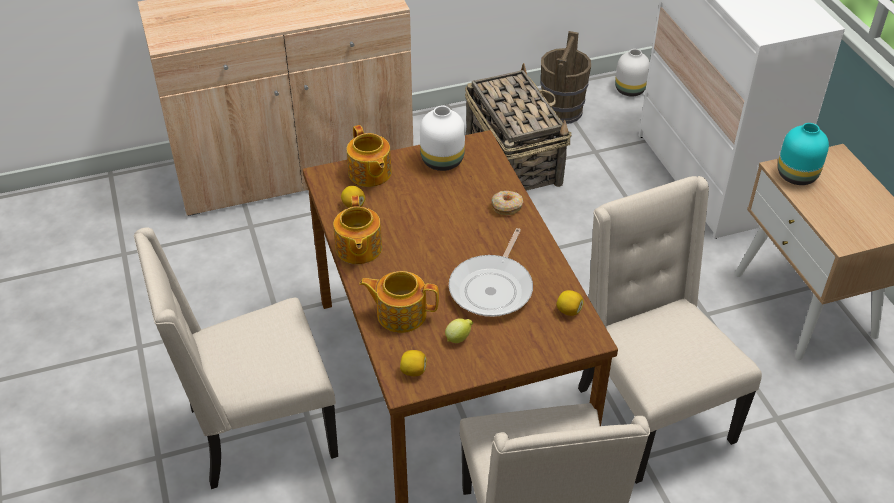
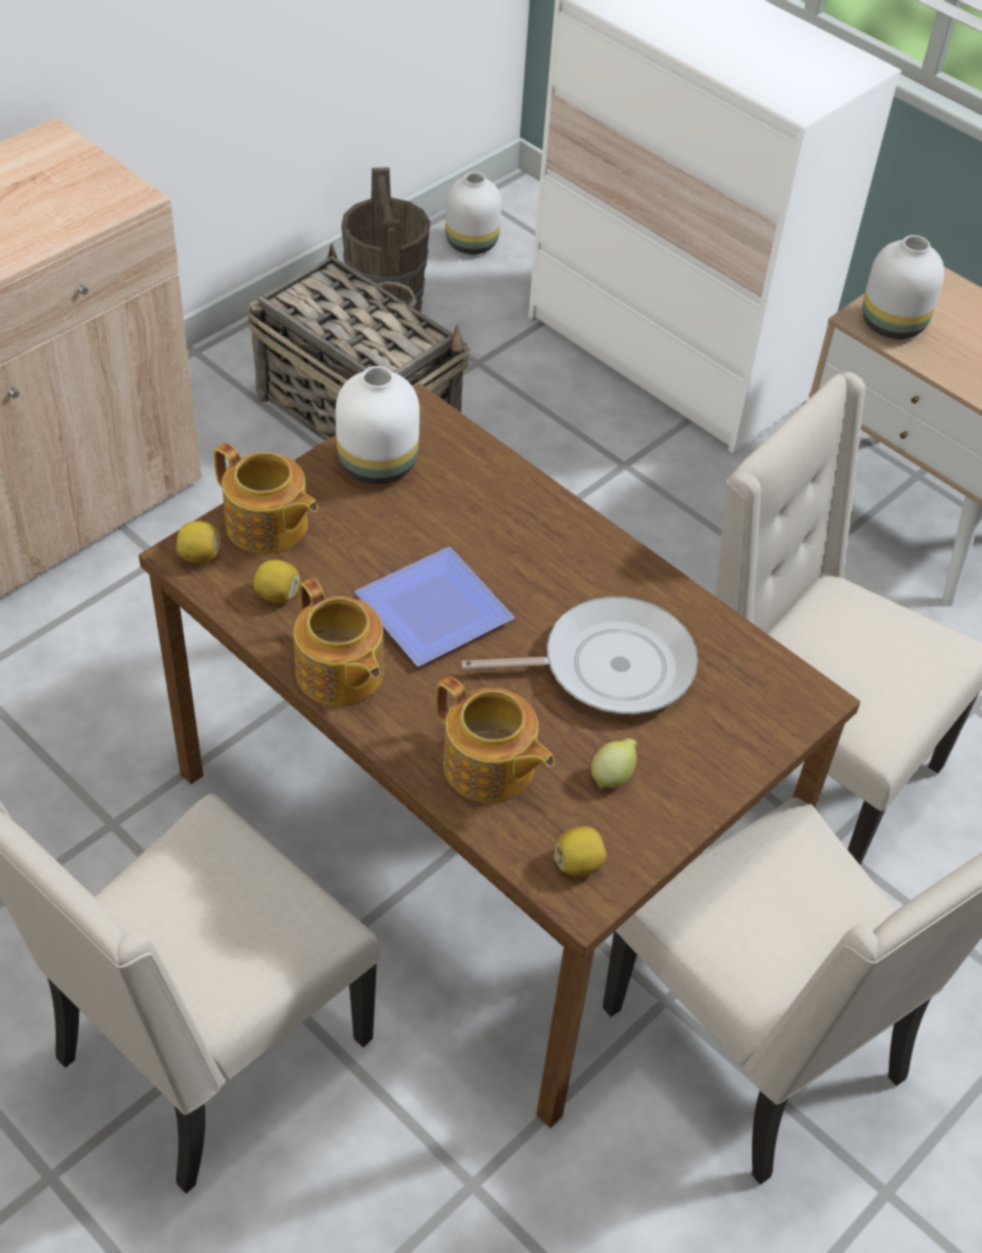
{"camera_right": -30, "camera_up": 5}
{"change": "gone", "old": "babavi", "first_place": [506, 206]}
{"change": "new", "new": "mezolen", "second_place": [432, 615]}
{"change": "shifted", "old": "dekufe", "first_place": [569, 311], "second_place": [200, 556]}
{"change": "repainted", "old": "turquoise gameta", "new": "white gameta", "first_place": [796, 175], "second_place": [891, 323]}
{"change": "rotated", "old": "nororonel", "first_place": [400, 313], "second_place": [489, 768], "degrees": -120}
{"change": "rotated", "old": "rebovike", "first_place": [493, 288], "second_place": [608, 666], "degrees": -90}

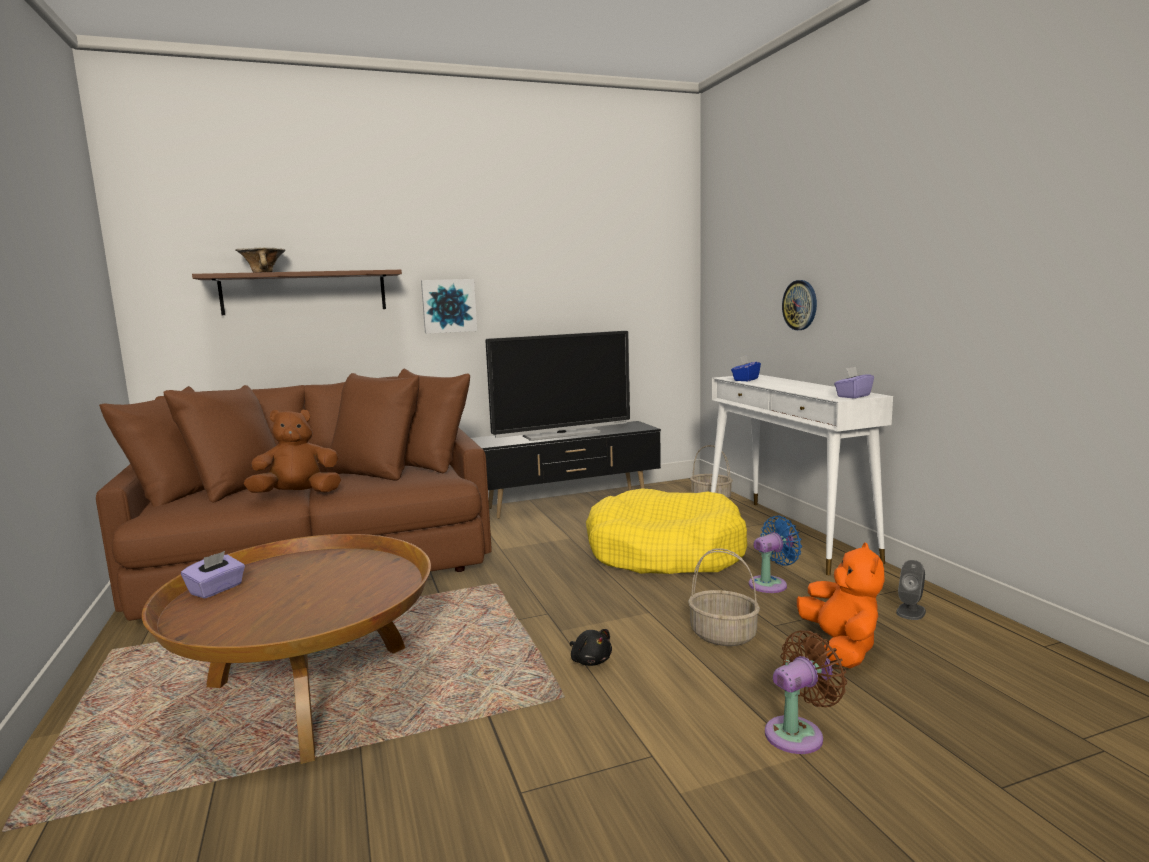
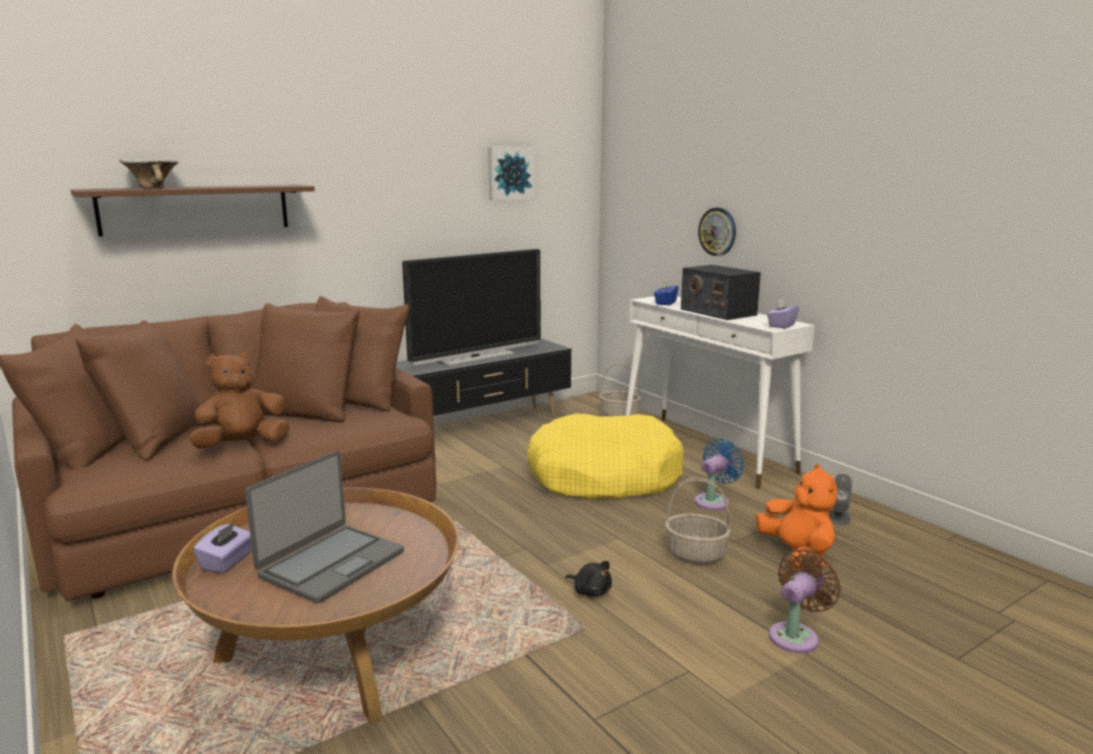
{"camera_right": -15, "camera_up": 5}
{"change": "new", "new": "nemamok", "second_place": [331, 564]}
{"change": "new", "new": "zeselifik", "second_place": [717, 312]}
{"change": "shifted", "old": "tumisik", "first_place": [449, 306], "second_place": [510, 173]}

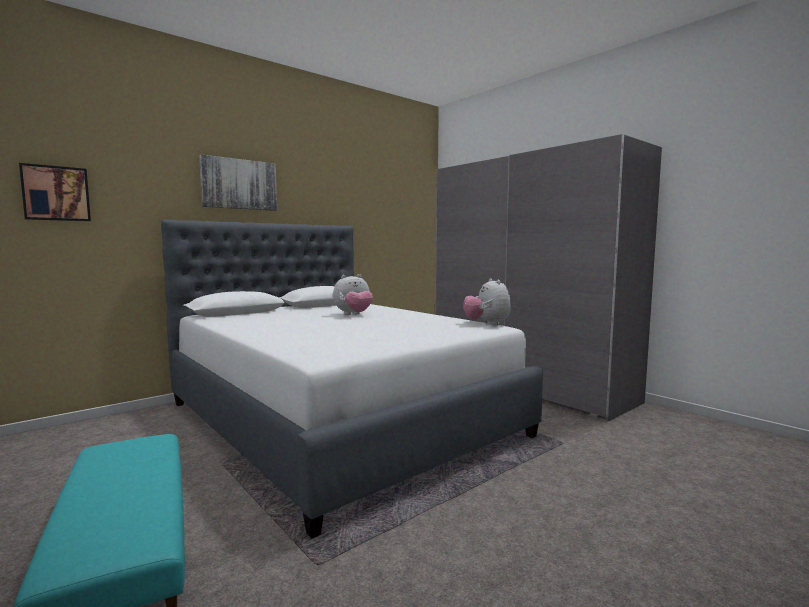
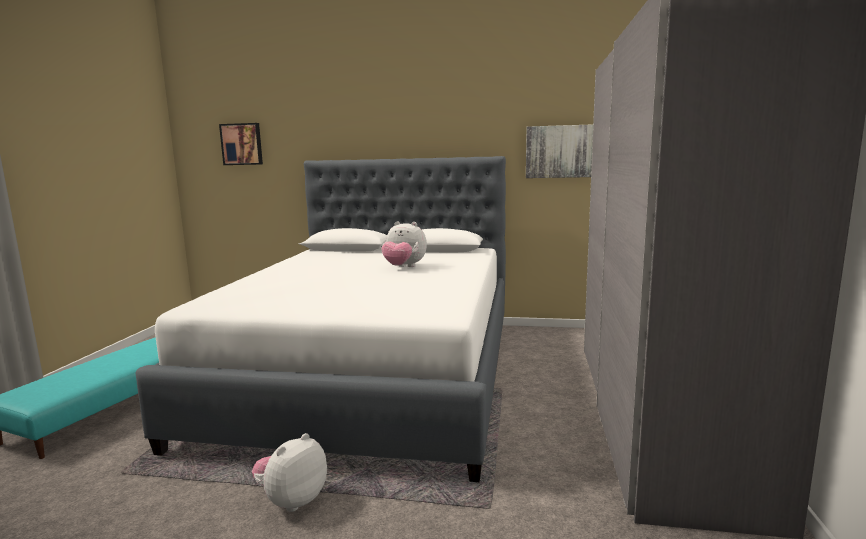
{"camera_right": 50, "camera_up": 5}
{"change": "shifted", "old": "tumisik", "first_place": [239, 184], "second_place": [565, 151]}
{"change": "shifted", "old": "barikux", "first_place": [487, 324], "second_place": [292, 500]}

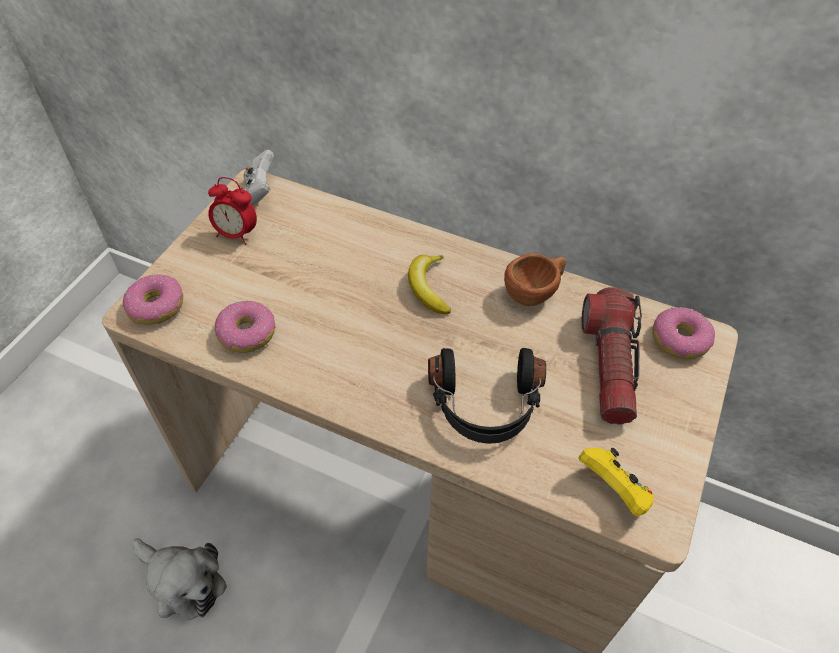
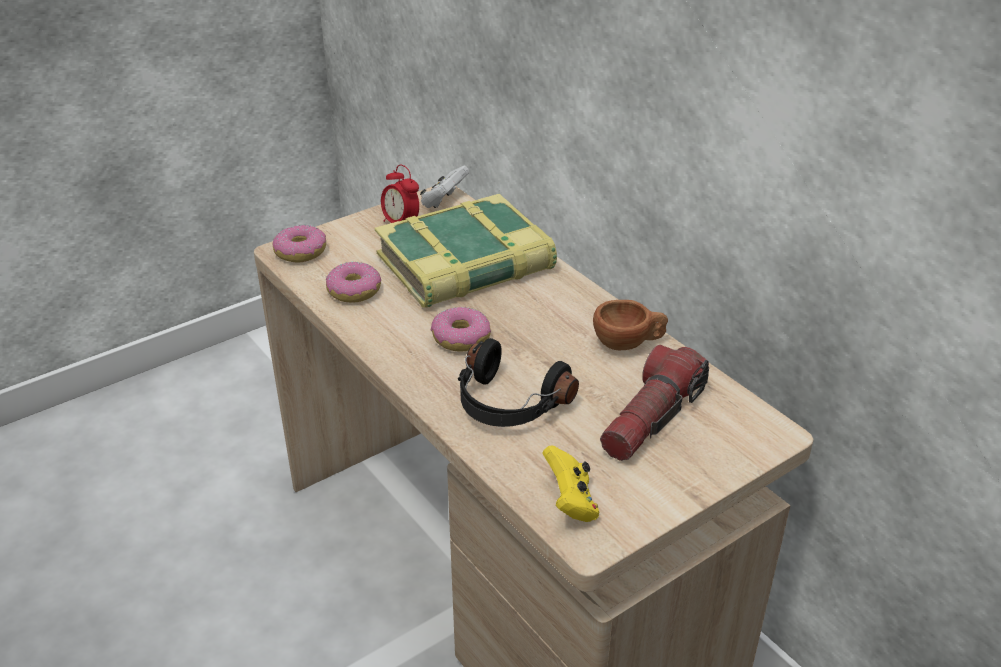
{"camera_right": 30, "camera_up": -15}
{"change": "gone", "old": "barikux", "first_place": [182, 582]}
{"change": "gone", "old": "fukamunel", "first_place": [428, 288]}
{"change": "new", "new": "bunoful", "second_place": [466, 264]}
{"change": "shifted", "old": "babavi", "first_place": [679, 340], "second_place": [460, 338]}

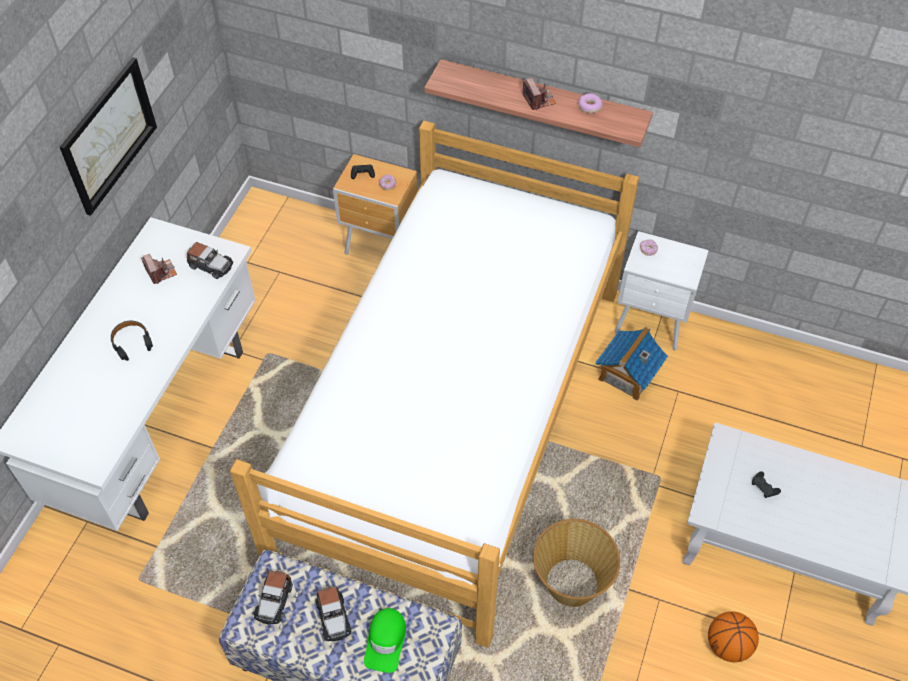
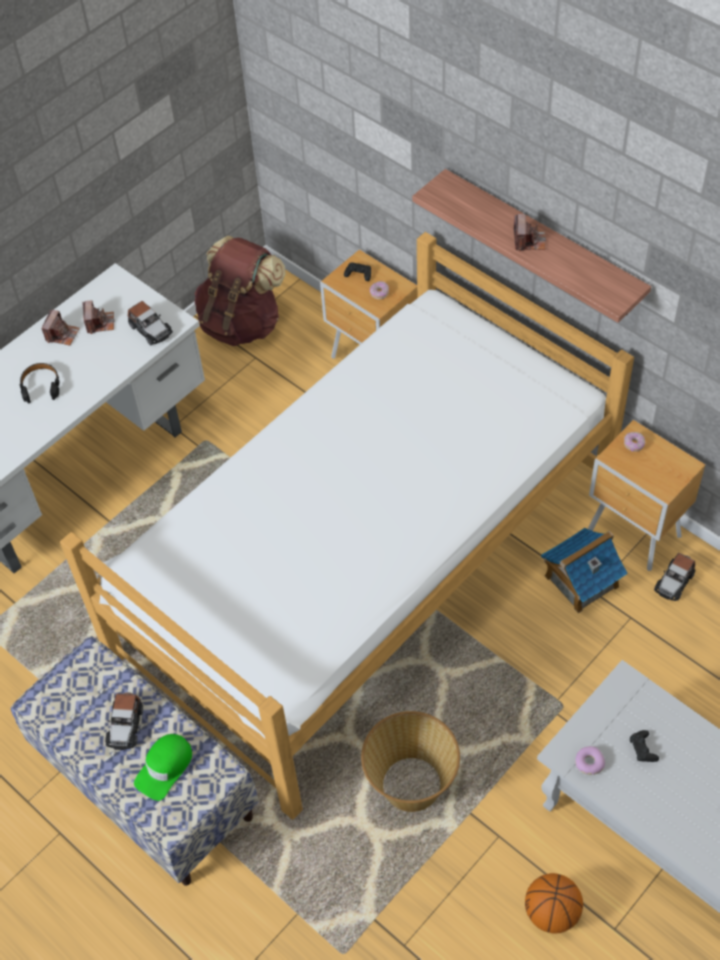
{"camera_right": 25, "camera_up": 0}
{"change": "gone", "old": "tumisik", "first_place": [109, 135]}
{"change": "new", "new": "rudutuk", "second_place": [62, 334]}
{"change": "new", "new": "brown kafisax", "second_place": [242, 323]}
{"change": "shifted", "old": "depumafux", "first_place": [274, 600], "second_place": [674, 582]}
{"change": "shifted", "old": "babavi", "first_place": [589, 107], "second_place": [589, 763]}
{"change": "repainted", "old": "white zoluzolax", "new": "brown zoluzolax", "first_place": [651, 326], "second_place": [635, 535]}

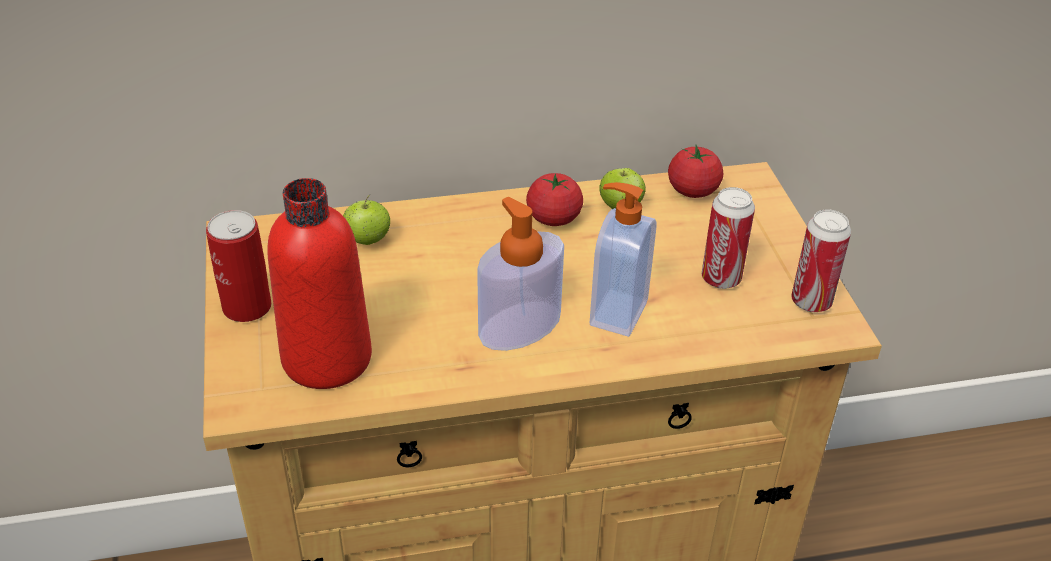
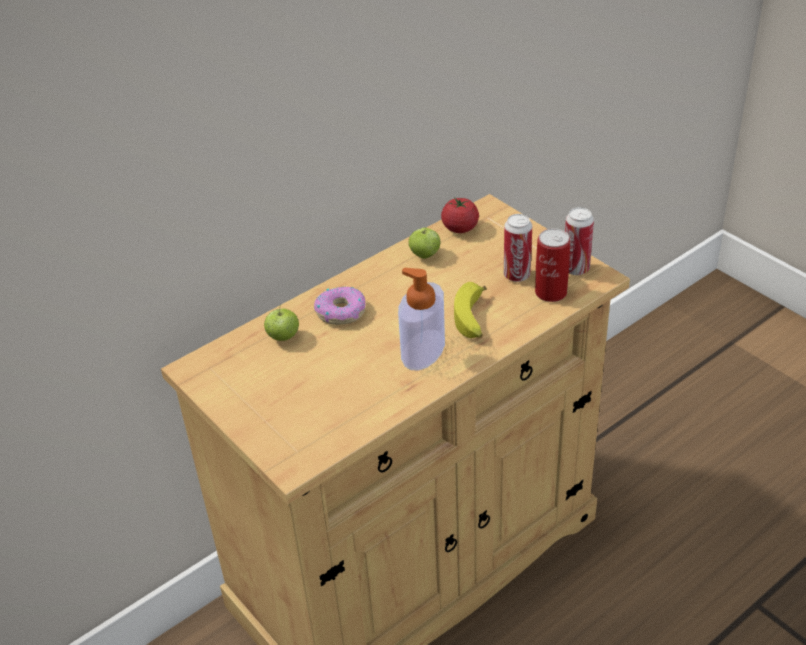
{"camera_right": -25, "camera_up": 0}
{"change": "gone", "old": "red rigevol", "first_place": [327, 358]}
{"change": "gone", "old": "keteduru", "first_place": [554, 218]}
{"change": "new", "new": "babavi", "second_place": [341, 311]}
{"change": "shifted", "old": "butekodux", "first_place": [247, 307], "second_place": [551, 292]}
{"change": "swapped", "old": "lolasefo", "new": "fukamunel", "first_place": [616, 313], "second_place": [473, 319]}

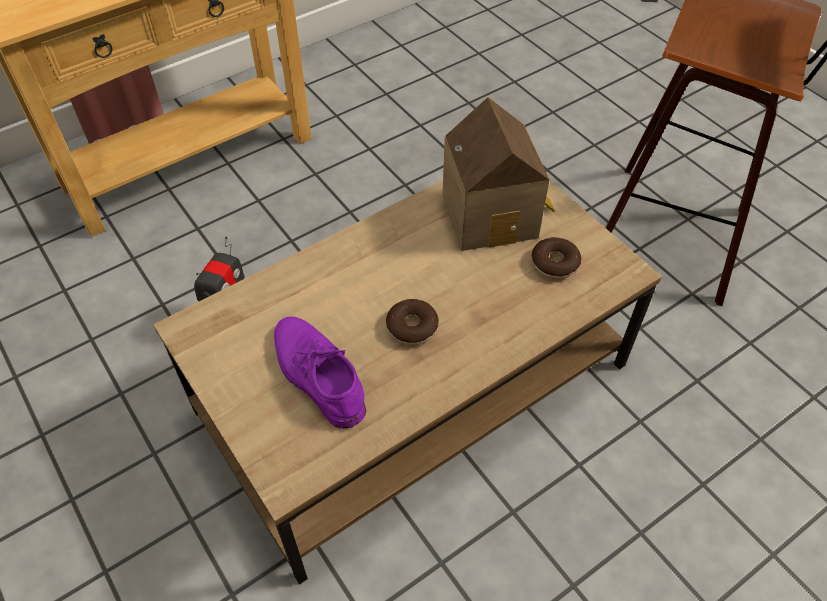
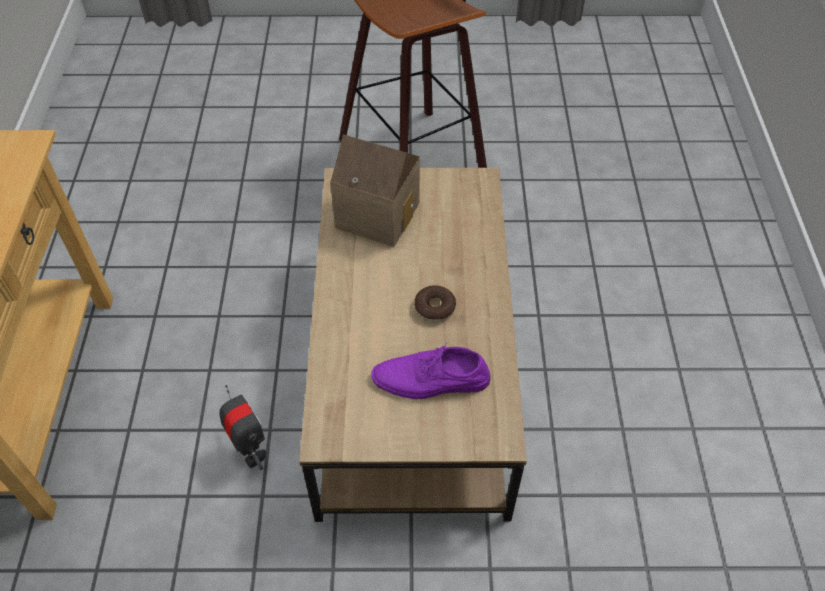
{"camera_right": -55, "camera_up": 0}
{"change": "gone", "old": "babavi", "first_place": [554, 263]}

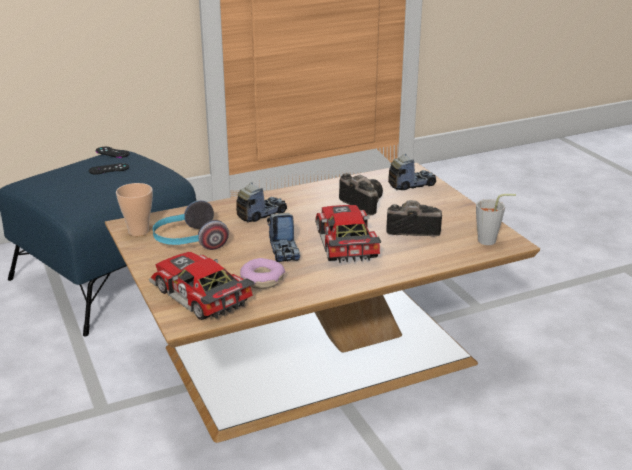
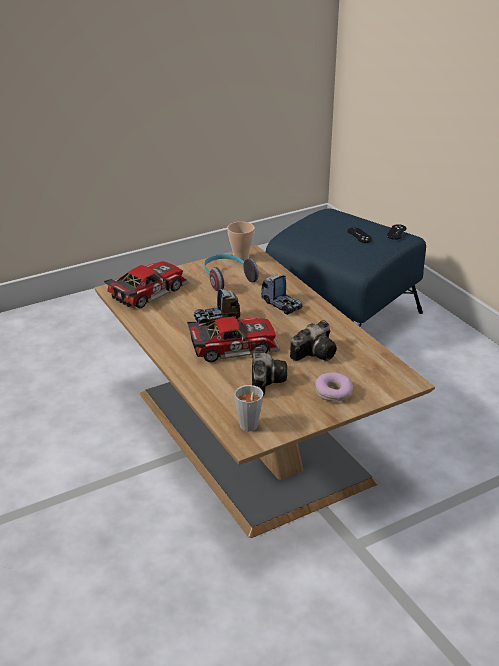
{"camera_right": 85, "camera_up": 5}
{"change": "gone", "old": "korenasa", "first_place": [411, 184]}
{"change": "shifted", "old": "babavi", "first_place": [262, 280], "second_place": [333, 392]}

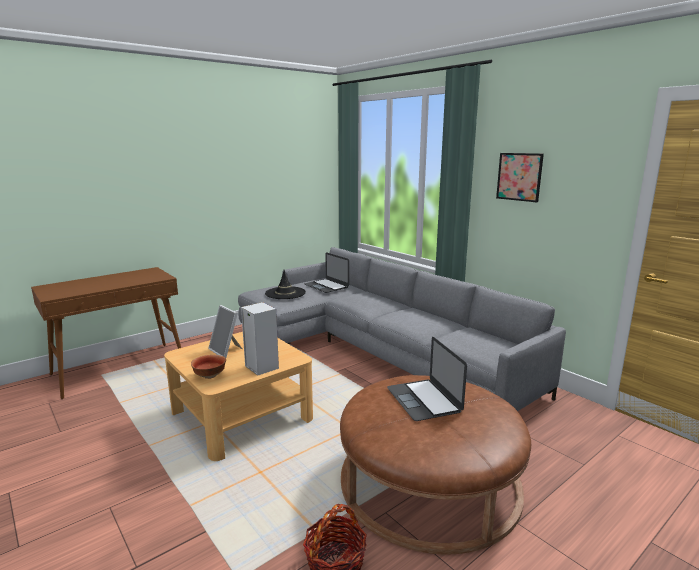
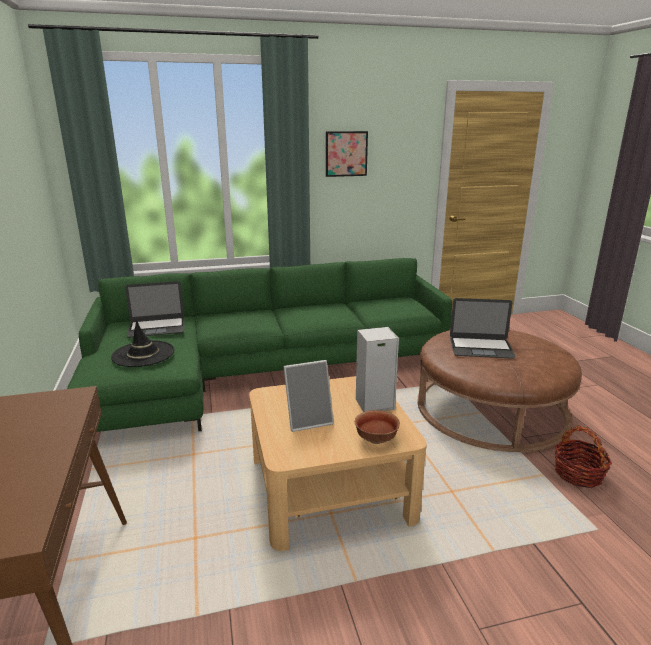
{"camera_right": -65, "camera_up": 5}
{"change": "repainted", "old": "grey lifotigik", "new": "green lifotigik", "first_place": [375, 351], "second_place": [258, 372]}

